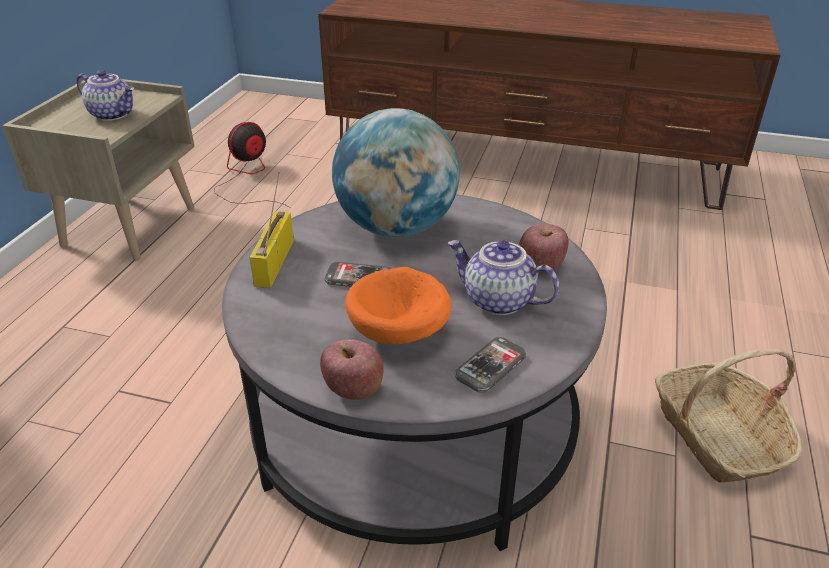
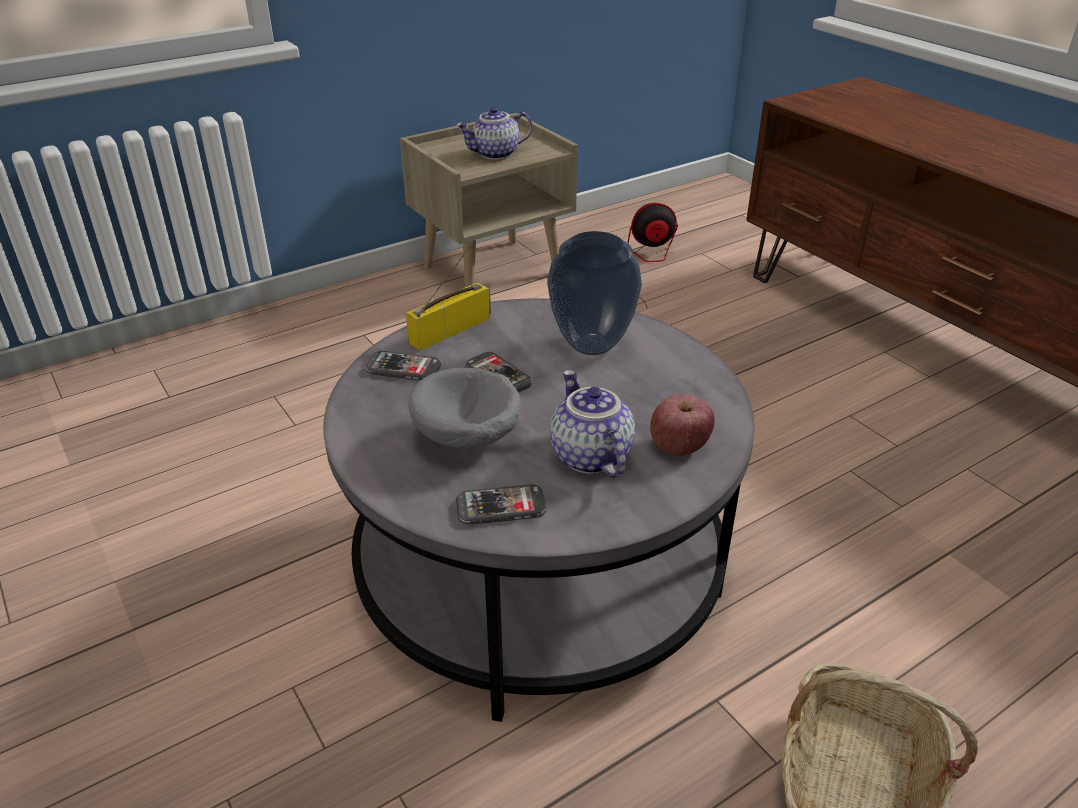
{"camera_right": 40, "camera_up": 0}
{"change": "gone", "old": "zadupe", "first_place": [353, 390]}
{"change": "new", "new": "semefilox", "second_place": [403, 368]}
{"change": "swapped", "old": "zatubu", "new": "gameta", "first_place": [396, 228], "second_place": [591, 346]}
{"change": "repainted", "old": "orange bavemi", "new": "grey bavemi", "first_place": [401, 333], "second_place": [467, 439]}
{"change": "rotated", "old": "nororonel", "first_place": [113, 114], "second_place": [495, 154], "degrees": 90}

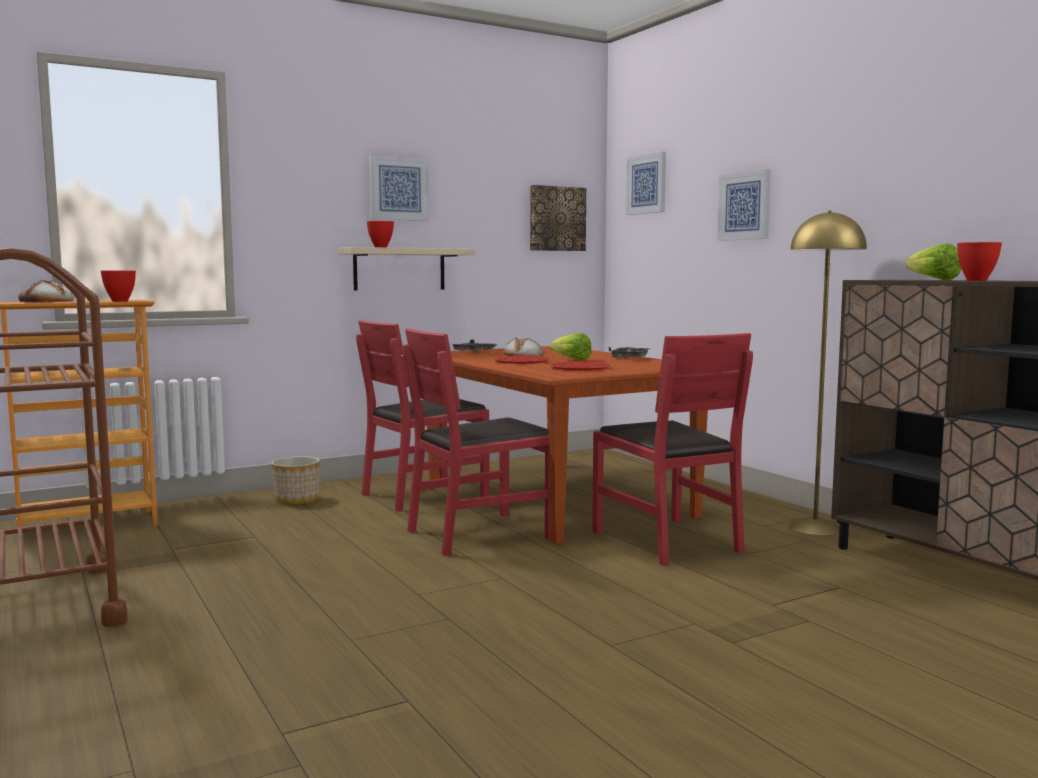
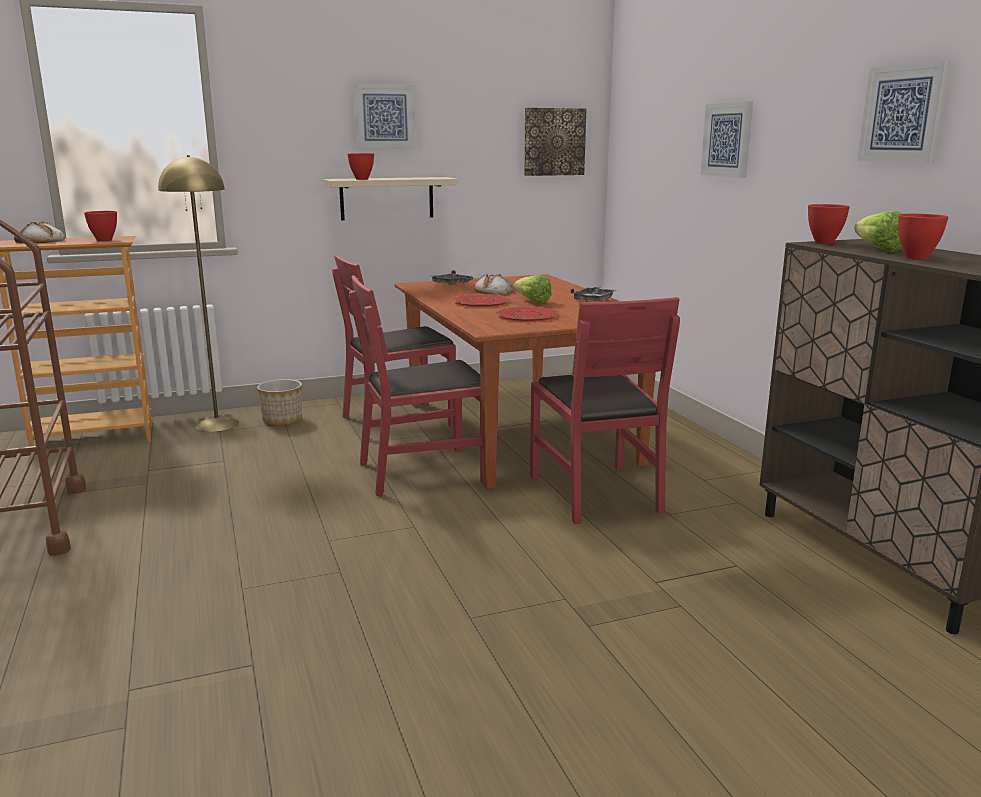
{"camera_right": 10, "camera_up": 10}
{"change": "new", "new": "red bavemi", "second_place": [825, 242]}
{"change": "shifted", "old": "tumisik", "first_place": [646, 184], "second_place": [903, 114]}
{"change": "shifted", "old": "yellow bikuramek", "first_place": [814, 527], "second_place": [217, 424]}

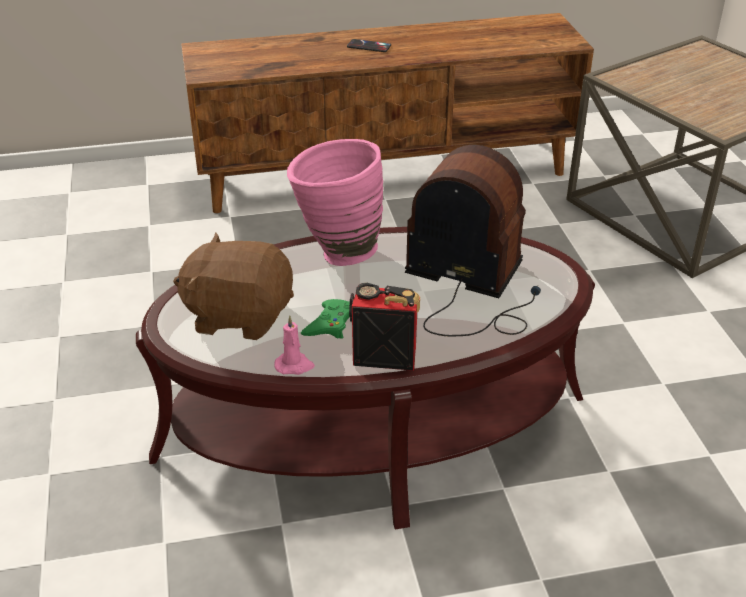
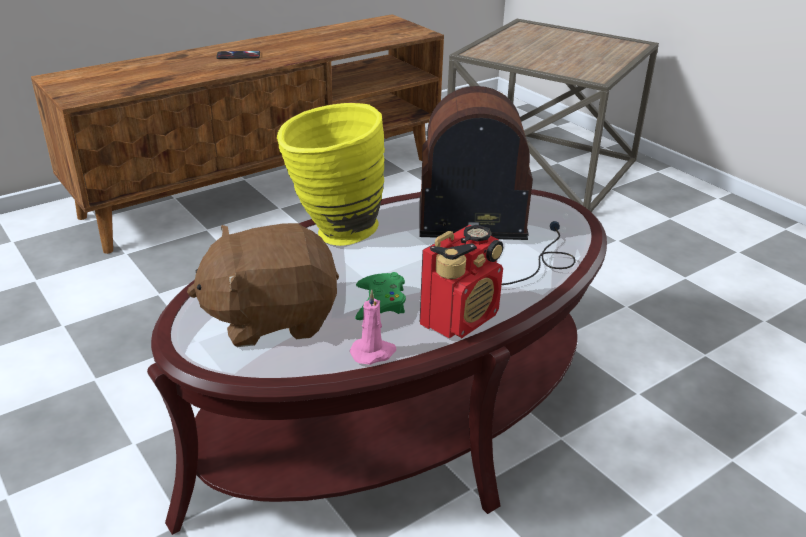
{"camera_right": -25, "camera_up": -5}
{"change": "repainted", "old": "pink gameta", "new": "yellow gameta", "first_place": [336, 252], "second_place": [332, 234]}
{"change": "rotated", "old": "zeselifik", "first_place": [384, 355], "second_place": [460, 318], "degrees": 150}

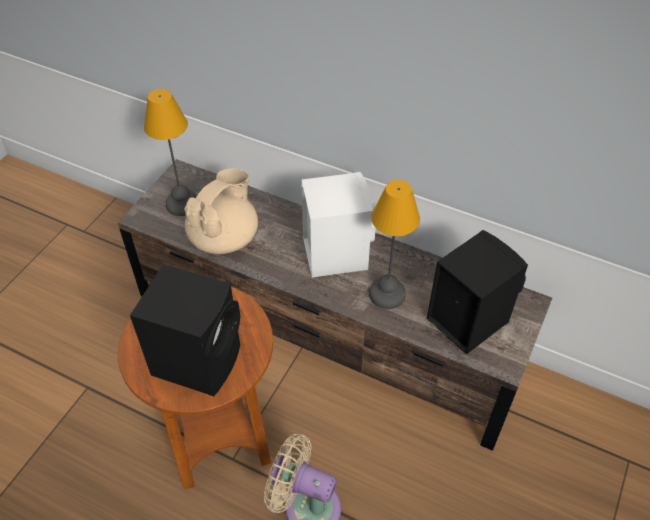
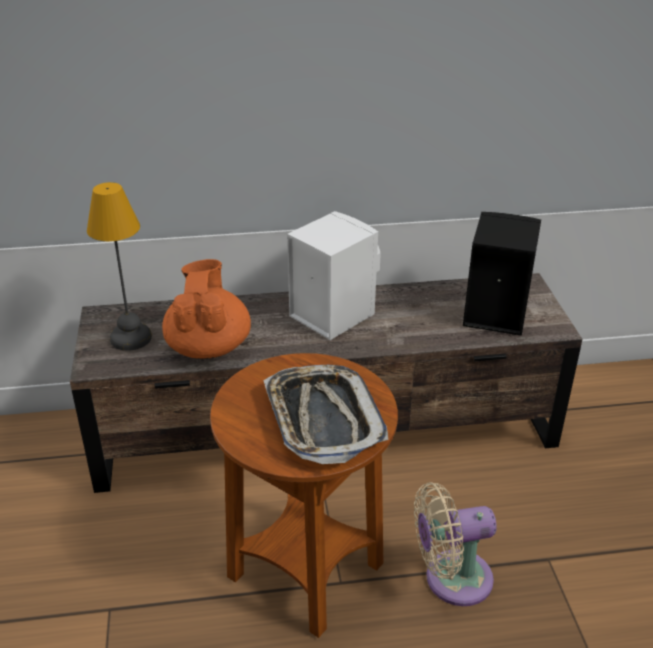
{"camera_right": -35, "camera_up": -15}
{"change": "gone", "old": "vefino", "first_place": [386, 294]}
{"change": "swapped", "old": "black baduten", "new": "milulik", "first_place": [199, 358], "second_place": [322, 419]}
{"change": "repainted", "old": "beige nororonel", "new": "orange nororonel", "first_place": [225, 238], "second_place": [208, 346]}

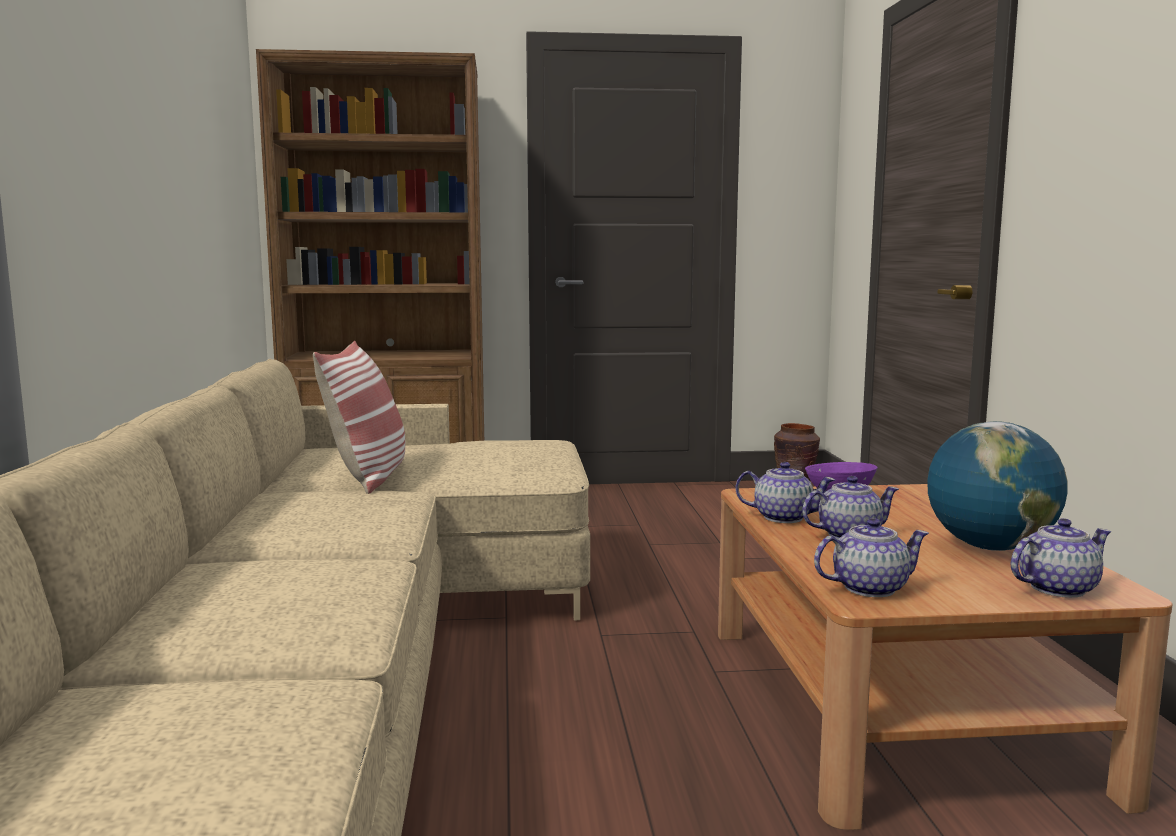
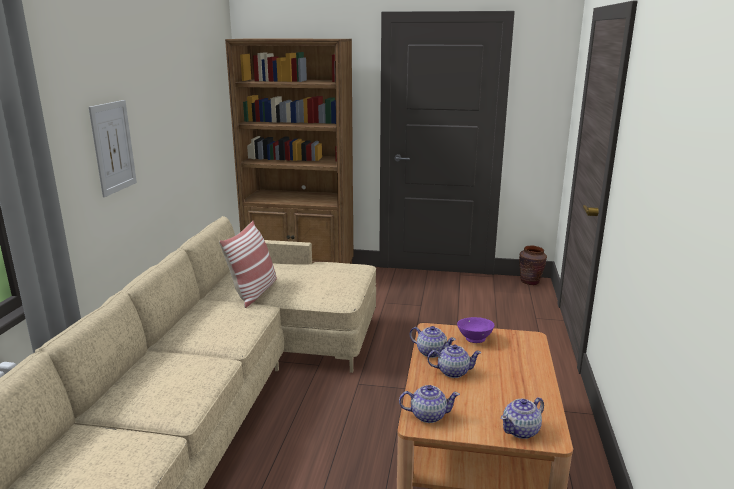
{"camera_right": 15, "camera_up": 10}
{"change": "gone", "old": "zatubu", "first_place": [990, 548]}
{"change": "new", "new": "tumisik", "second_place": [113, 147]}
{"change": "rotated", "old": "nororonel", "first_place": [1056, 588], "second_place": [521, 430], "degrees": 150}

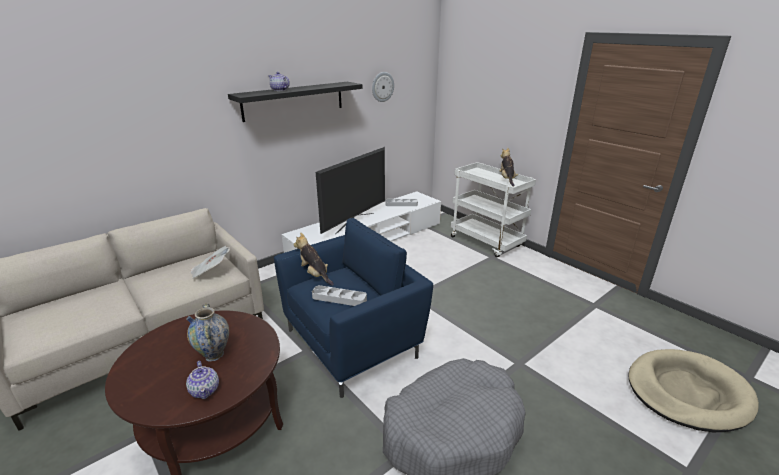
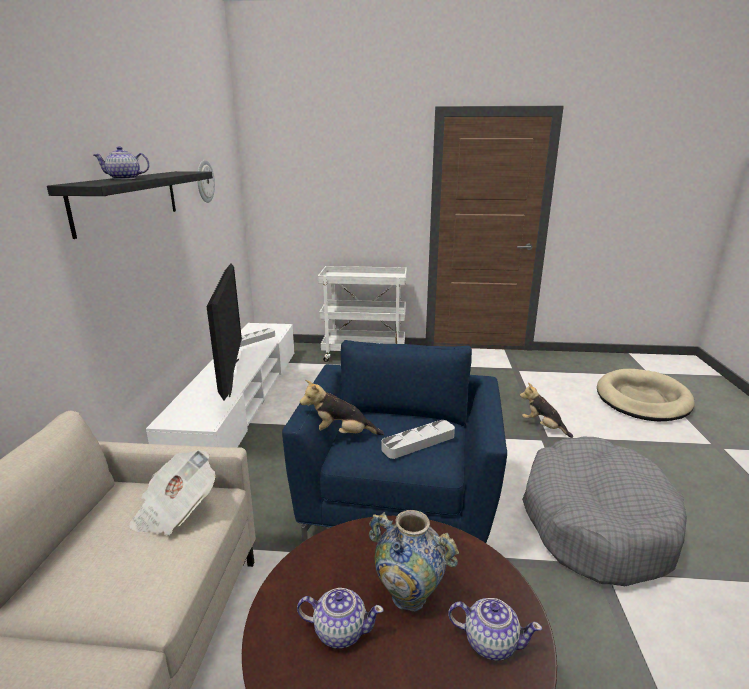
{"camera_right": -45, "camera_up": -5}
{"change": "new", "new": "nororonel", "second_place": [340, 631]}
{"change": "shifted", "old": "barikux", "first_place": [507, 179], "second_place": [543, 427]}

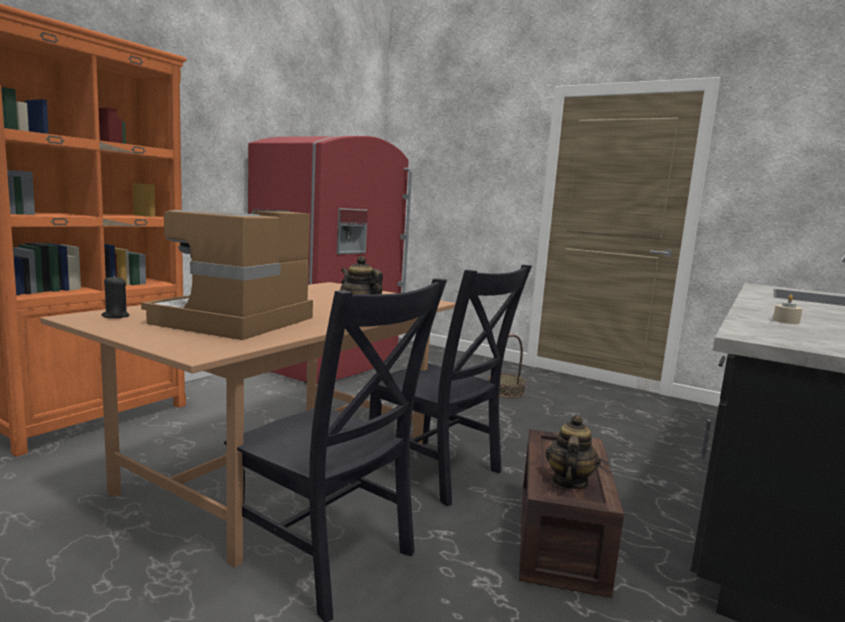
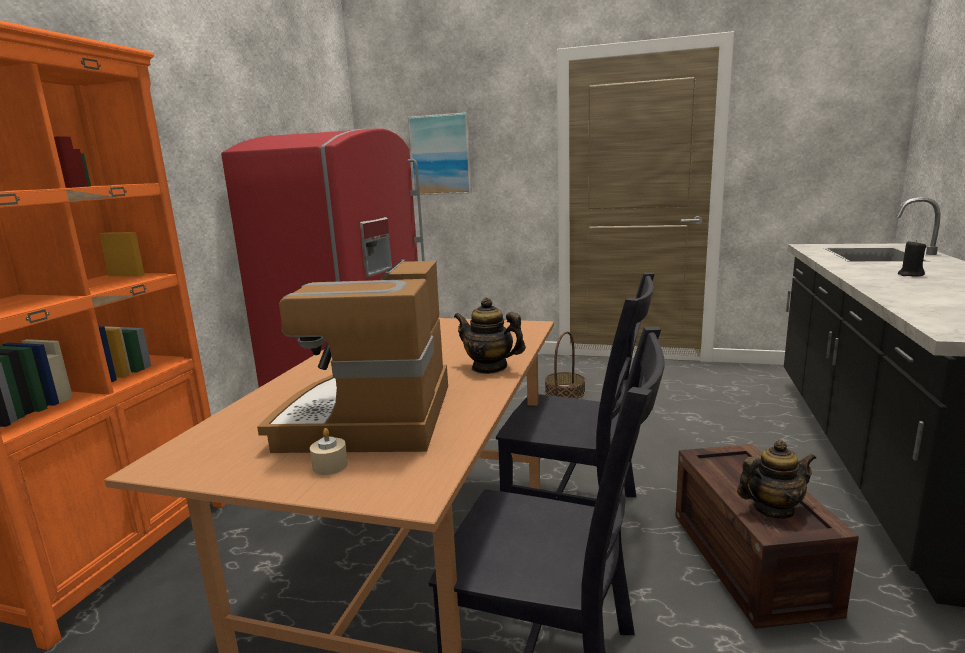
{"camera_right": -15, "camera_up": 5}
{"change": "new", "new": "tumisik", "second_place": [441, 155]}
{"change": "shifted", "old": "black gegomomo", "first_place": [115, 316], "second_place": [910, 275]}
{"change": "shifted", "old": "beige gegomomo", "first_place": [786, 321], "second_place": [330, 466]}
{"change": "rotated", "old": "nororonel", "first_place": [568, 482], "second_place": [772, 509], "degrees": 75}

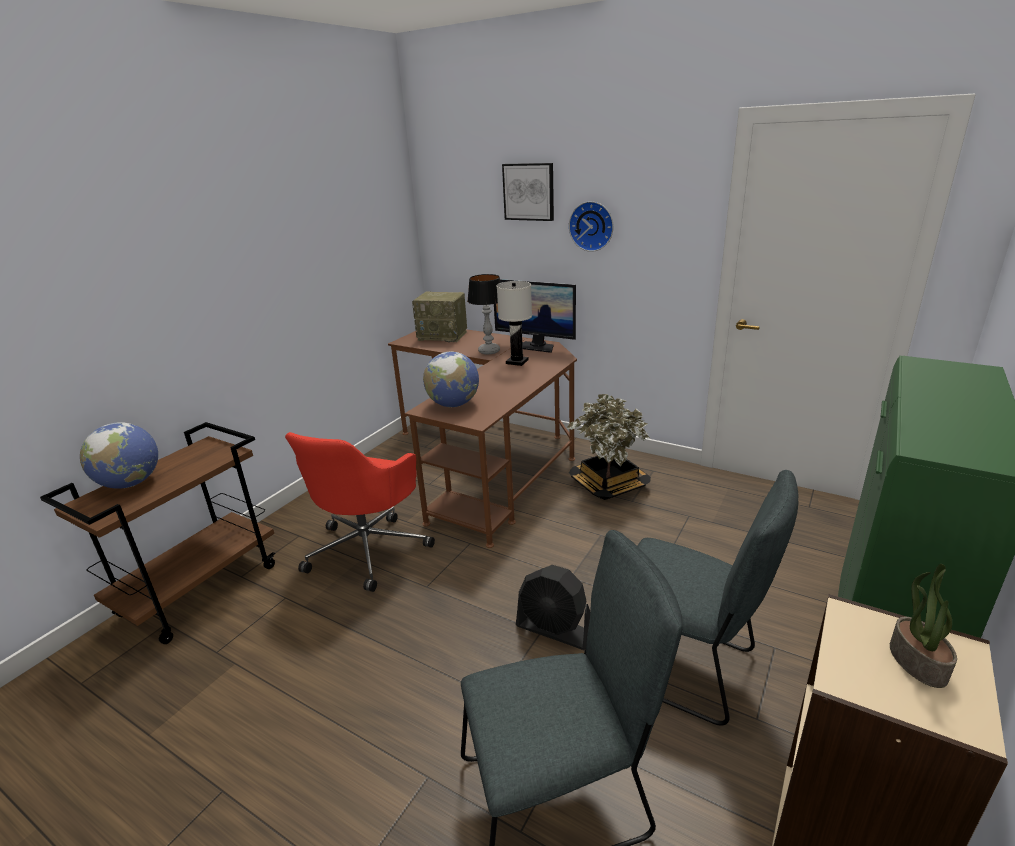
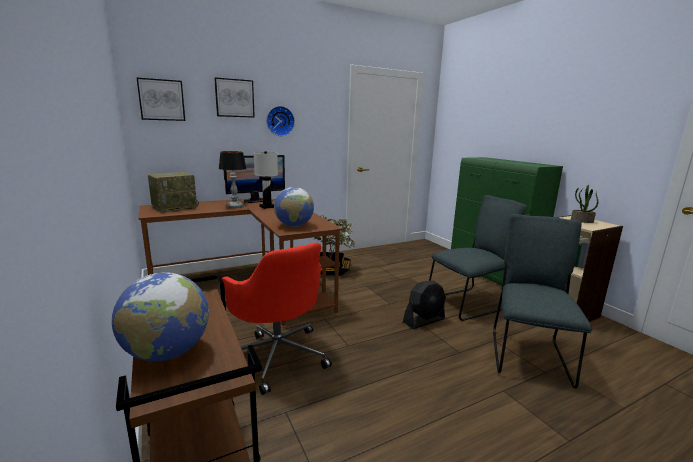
{"camera_right": -60, "camera_up": -10}
{"change": "new", "new": "tumisik", "second_place": [161, 100]}

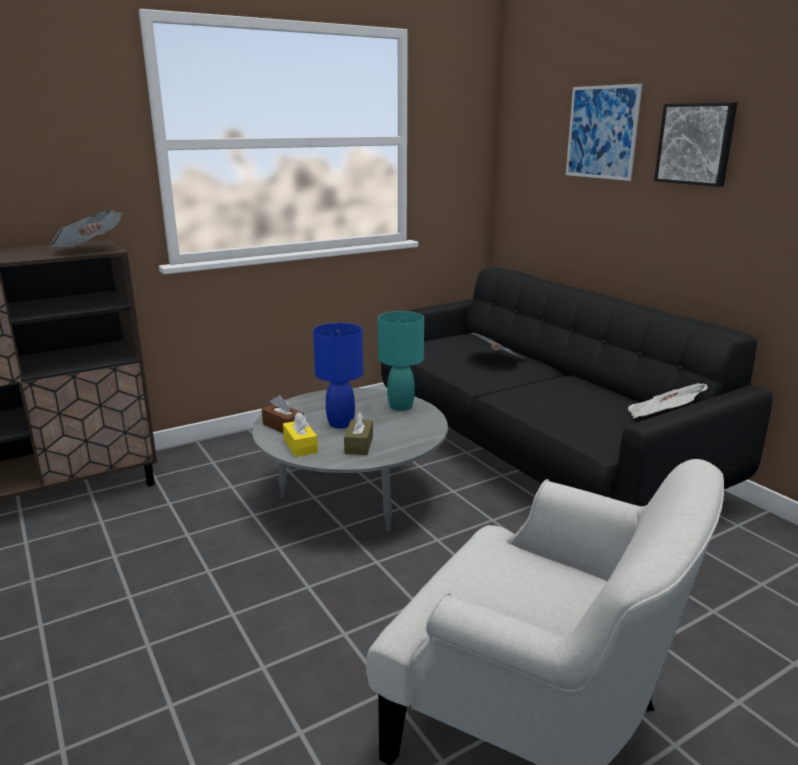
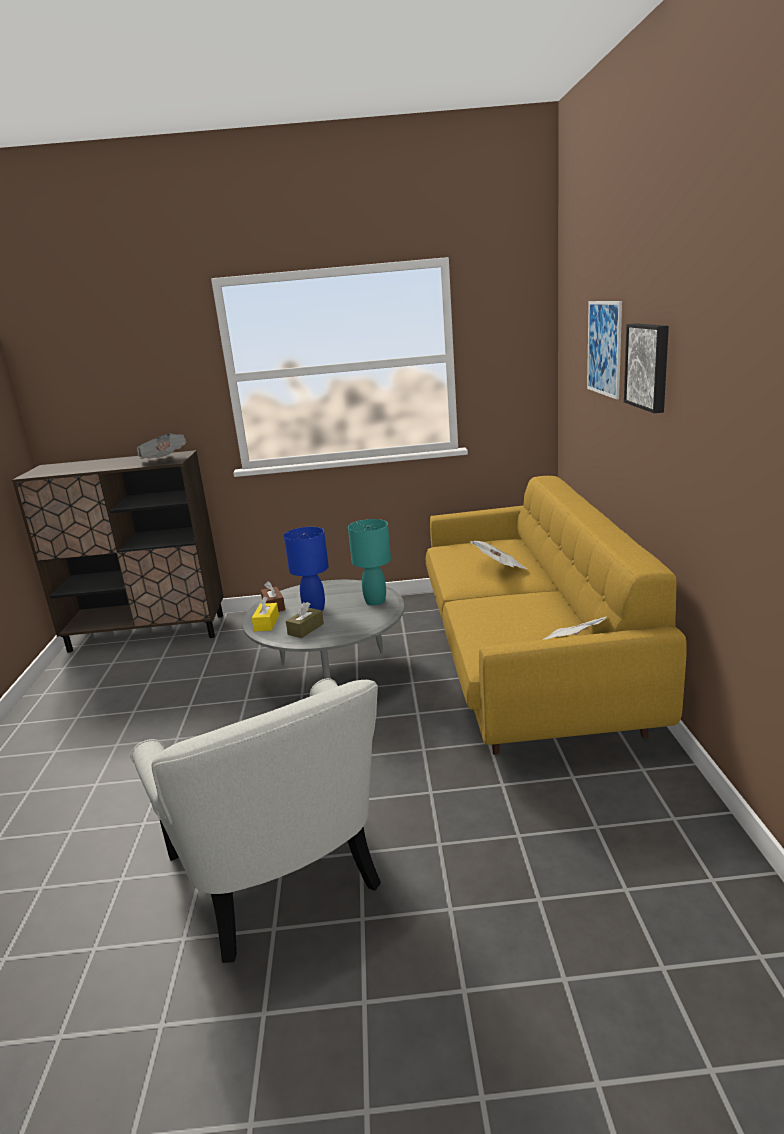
{"camera_right": 30, "camera_up": 0}
{"change": "repainted", "old": "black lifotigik", "new": "yellow lifotigik", "first_place": [535, 448], "second_place": [525, 658]}

